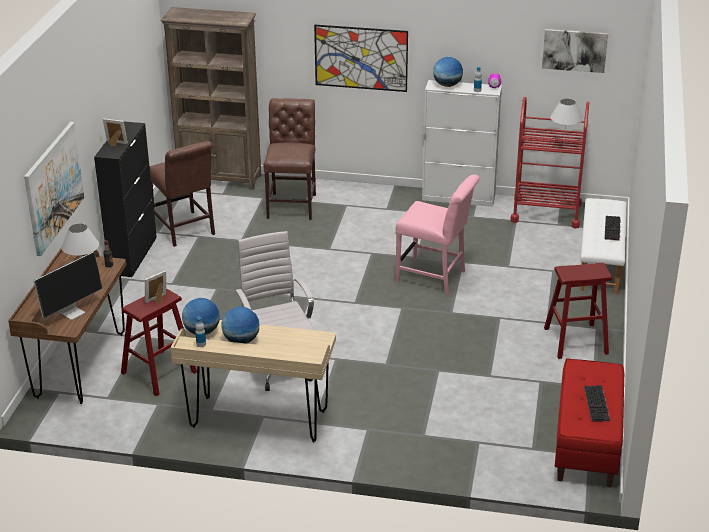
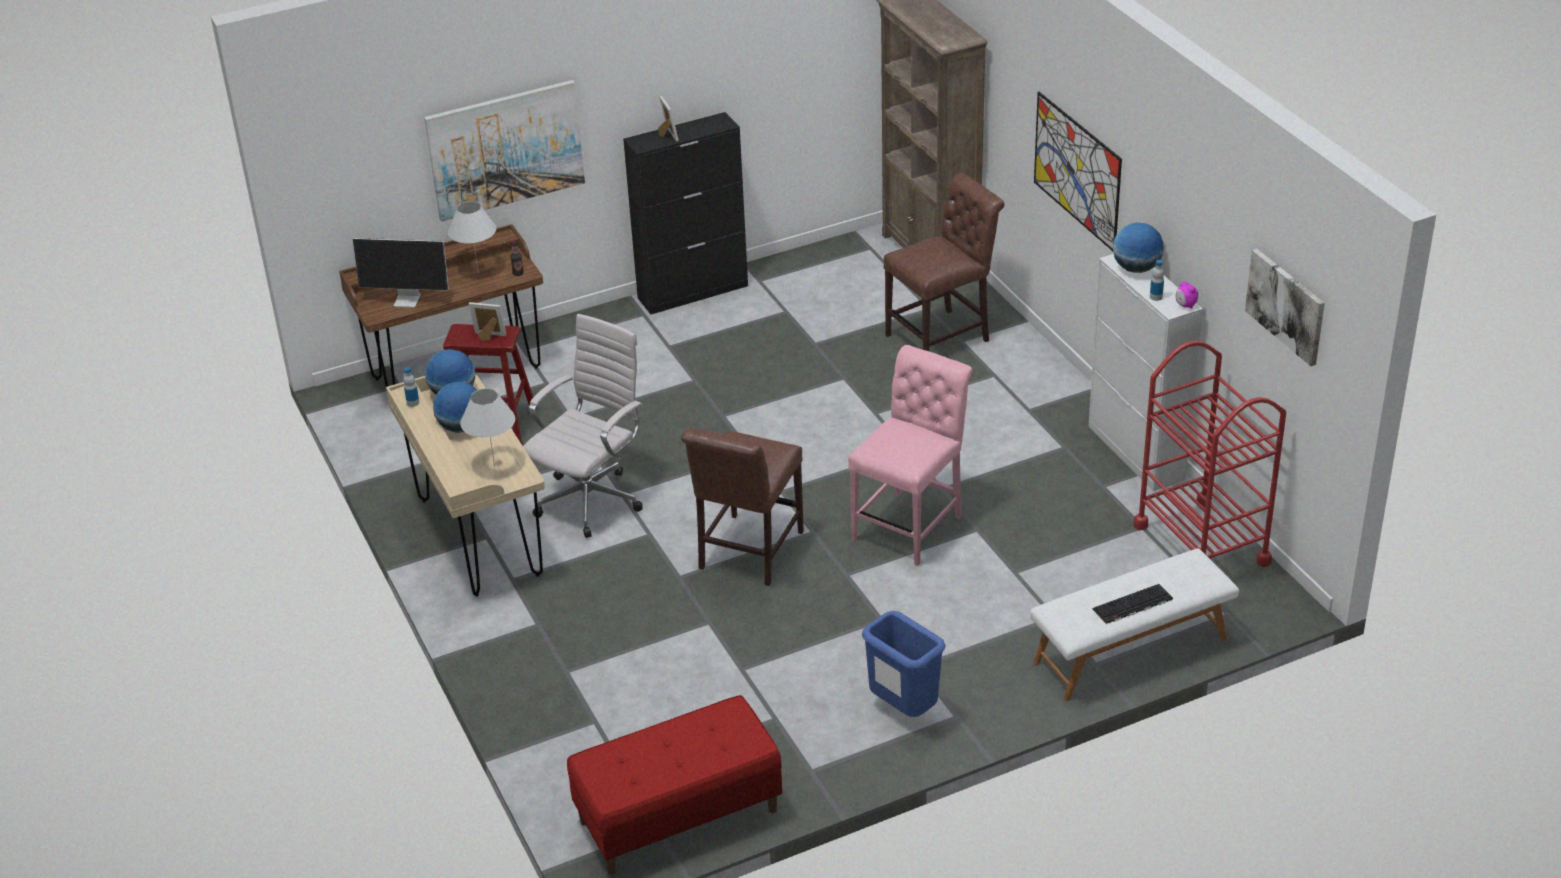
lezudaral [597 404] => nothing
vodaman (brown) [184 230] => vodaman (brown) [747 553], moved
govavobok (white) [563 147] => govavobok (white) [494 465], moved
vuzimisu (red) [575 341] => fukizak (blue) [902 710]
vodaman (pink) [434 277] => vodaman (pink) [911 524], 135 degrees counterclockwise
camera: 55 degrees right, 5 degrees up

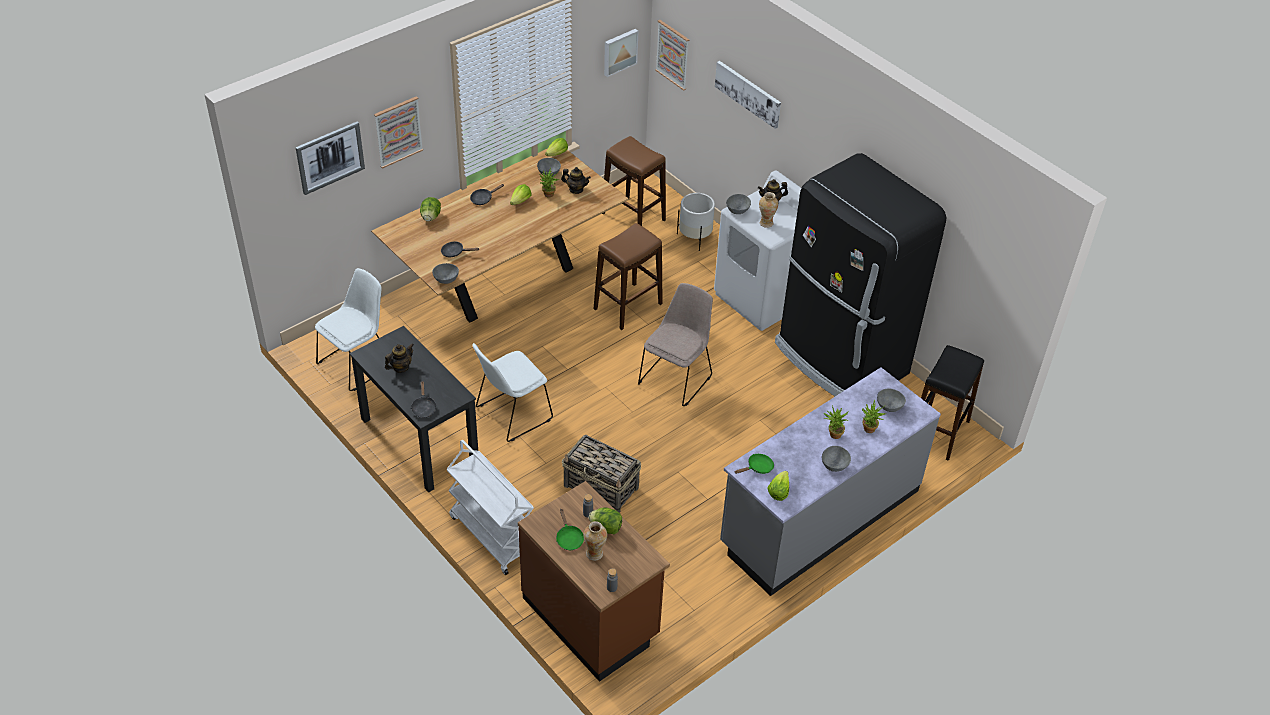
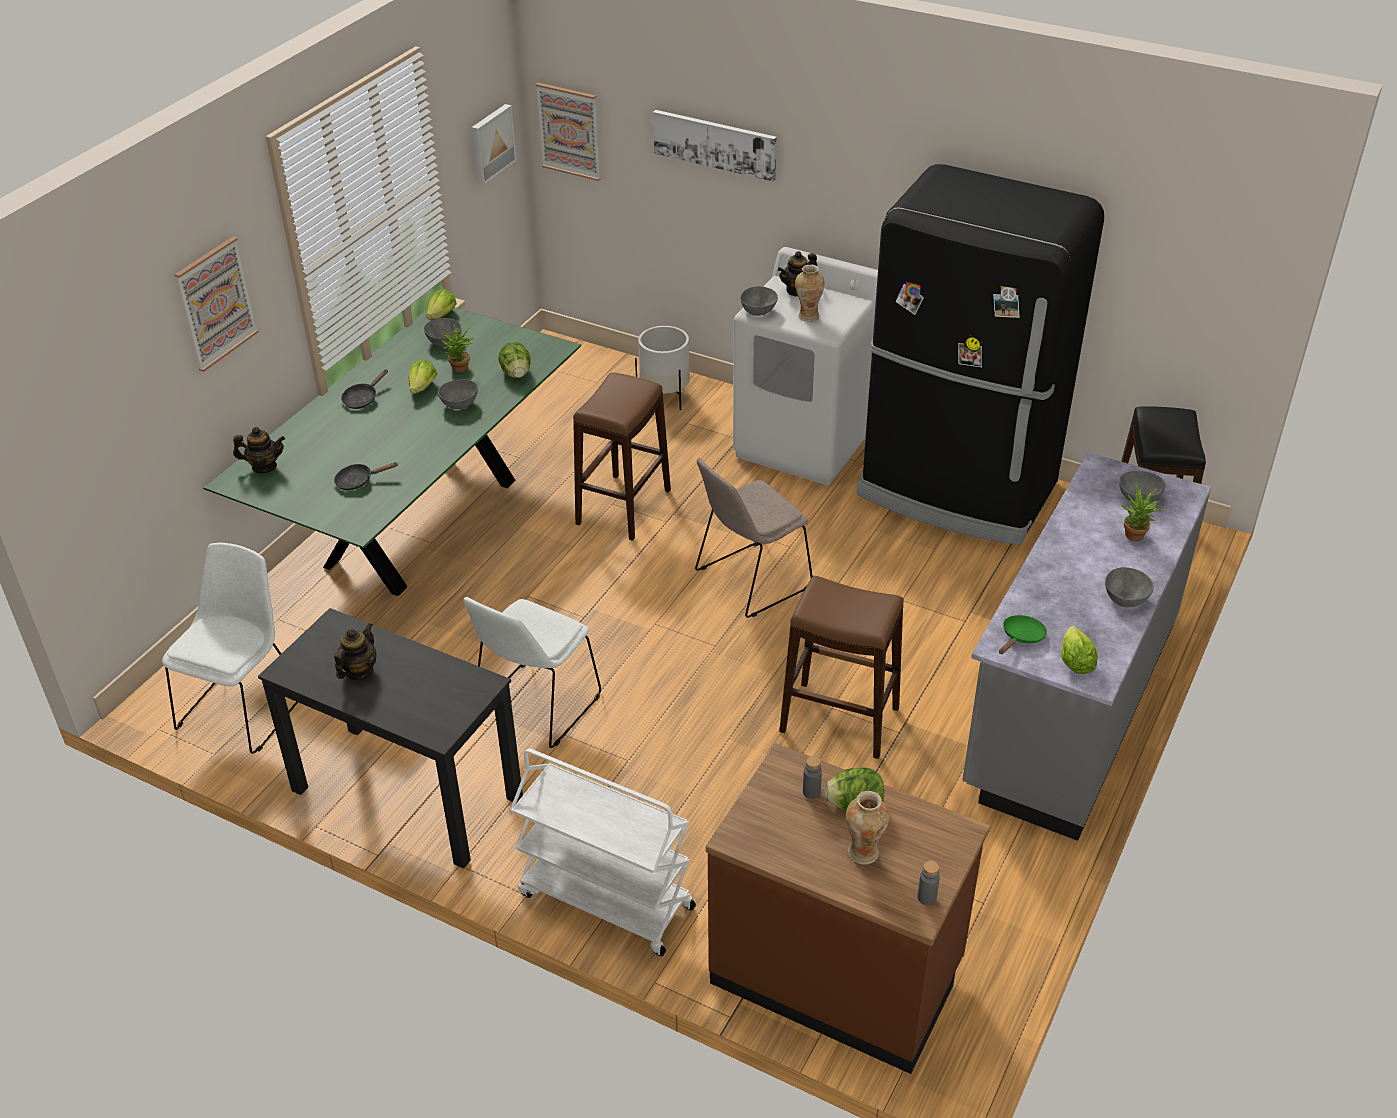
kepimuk [330 157] => nothing
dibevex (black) [423 408] => nothing
dibevex (green) [569 538] => nothing
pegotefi [601 487] => nothing
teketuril [833 435] => nothing
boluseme [430 217] => boluseme [516 373], moved
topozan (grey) [446 280] => topozan (grey) [460 405], moved
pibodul [576 189] => pibodul [264 467], moved
vuzimisu (brown) [633 216] => vuzimisu (brown) [840 719], moved
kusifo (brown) [505 280] => kusifo (green) [421 523]
vodaman (beige) [676 378] => vodaman (beige) [750 581], 135 degrees counterclockwise
camera: 20 degrees left, 5 degrees down

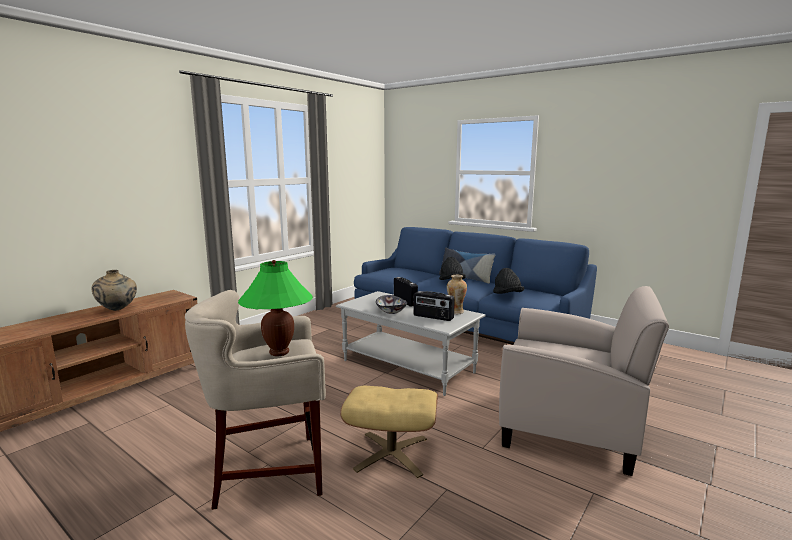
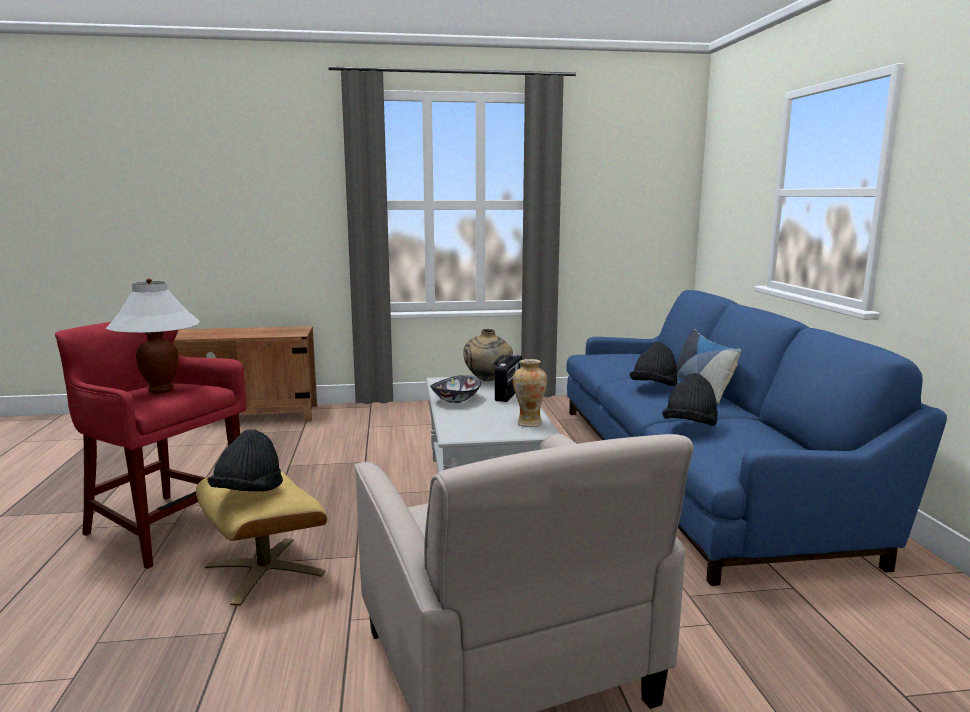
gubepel [433 317] => nothing
nothing => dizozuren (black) [248 492]
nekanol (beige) [118 310] => nekanol (beige) [488 381], moved
vuzimisu (beige) [269 471] => vuzimisu (red) [164 528]
govavobok (green) [279 352] => govavobok (white) [161 390]
camera: 45 degrees right, 0 degrees up

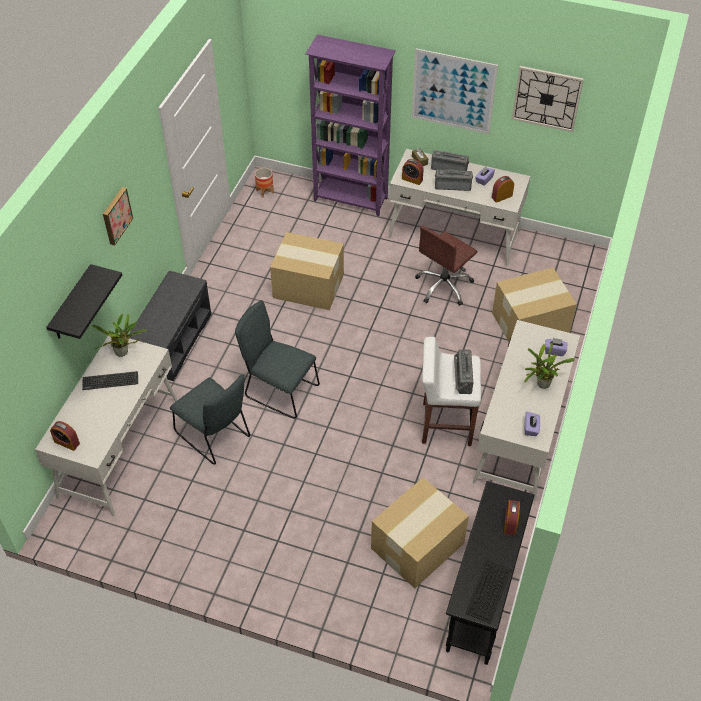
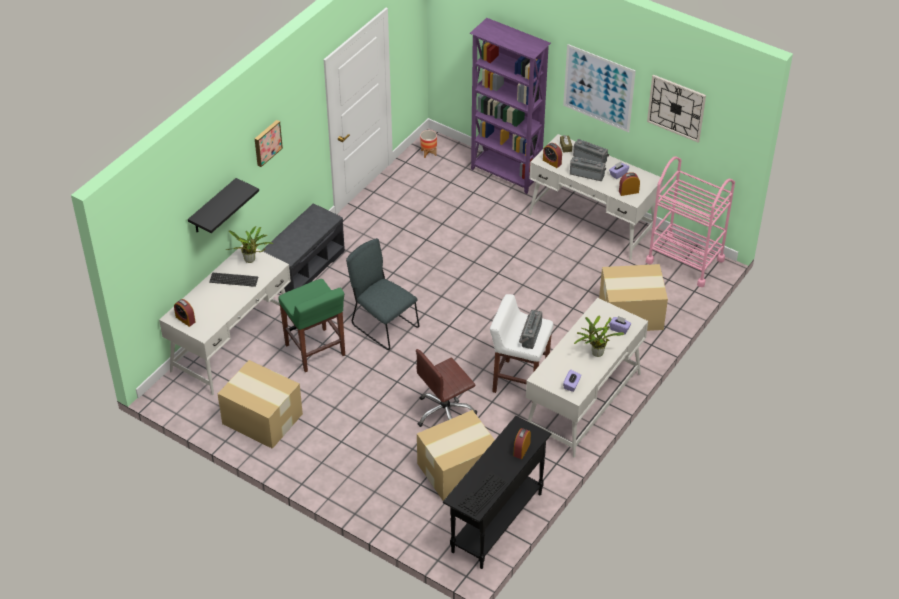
nothing => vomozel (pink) [685 260]
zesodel [307 285] => zesodel [262 418], moved
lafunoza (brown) [444 286] => lafunoza (brown) [445 413], moved
vodaman (grey) [215 436] => vuzimisu (green) [315 351]
camera: 15 degrees right, 5 degrees down

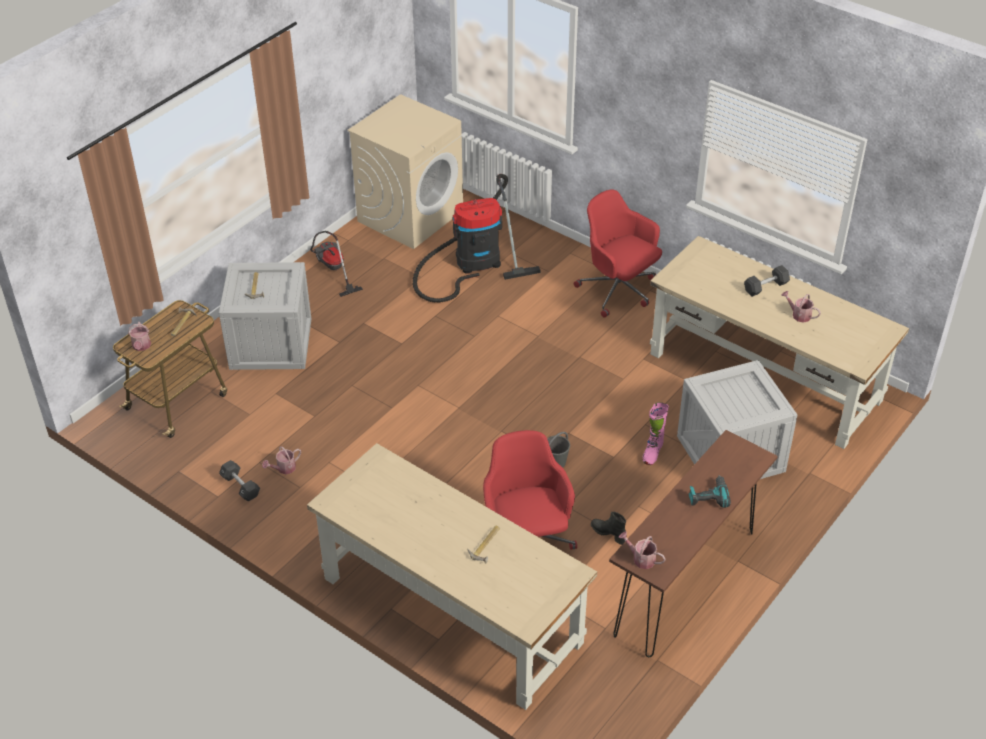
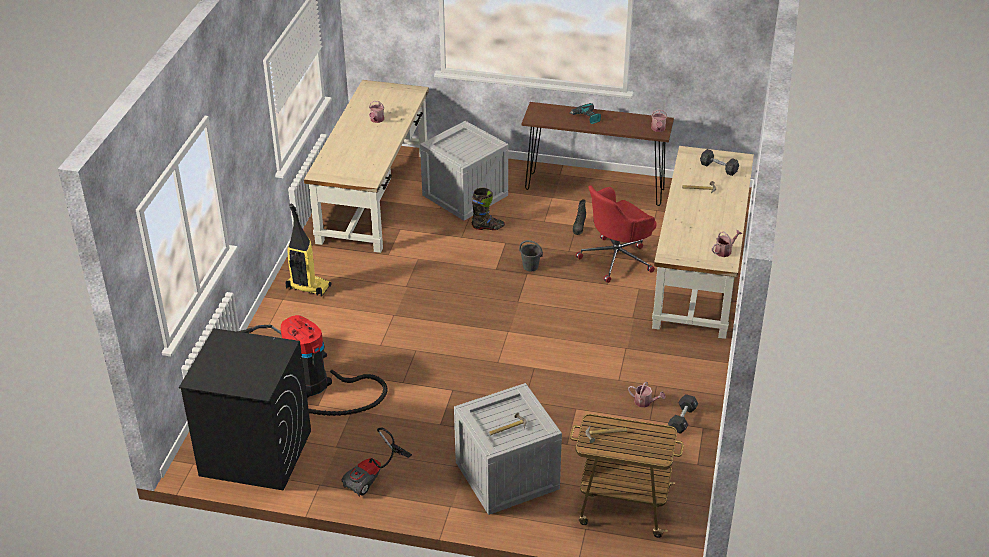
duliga [141 346] => duliga [725 251], moved
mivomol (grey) [765 287] => mivomol (grey) [718 168], moved
lafunoza (red) [618 290] => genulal [307 287]
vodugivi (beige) [410 215] => vodugivi (black) [254 453]
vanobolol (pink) [652 452] => vanobolol (black) [488 227]
camera: 115 degrees left, 5 degrees down

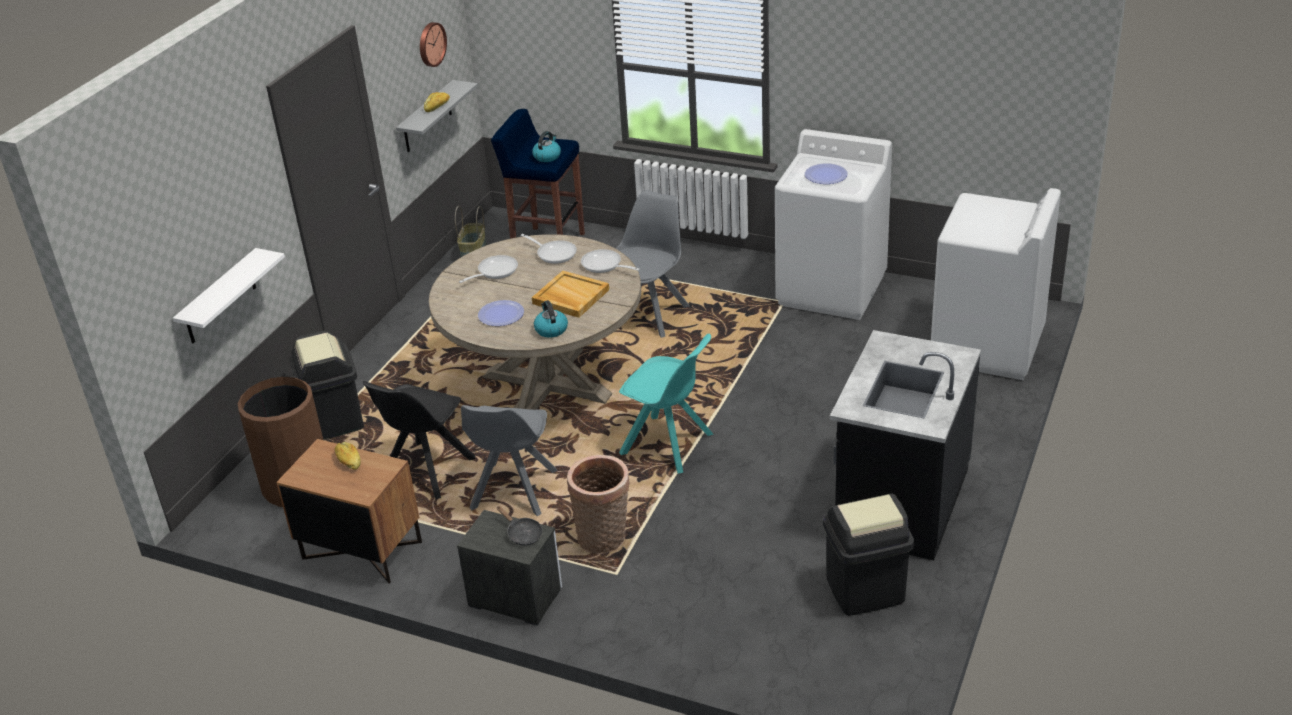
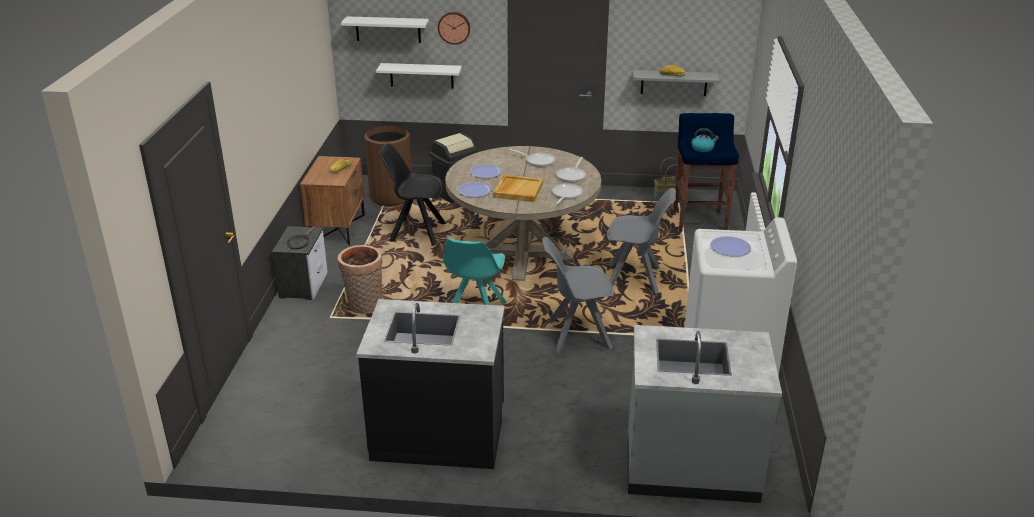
fukizak (black) [865 591] => nothing
nothing => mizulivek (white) [388 29]
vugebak [431 44] => vugebak [454 27], moved
vodaman (grey) [513 491] => vodaman (grey) [576 335], moved
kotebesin [551 329] => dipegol [474 191]
vodugivi (white) [987 347] => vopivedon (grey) [691 465]
camera: 70 degrees right, 5 degrees down

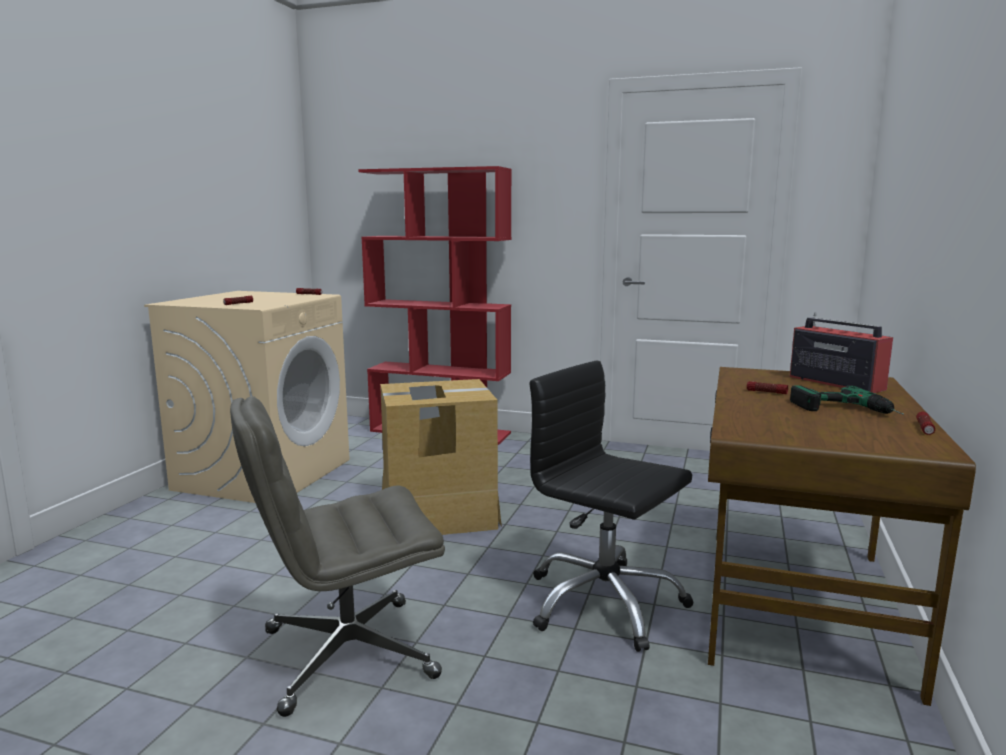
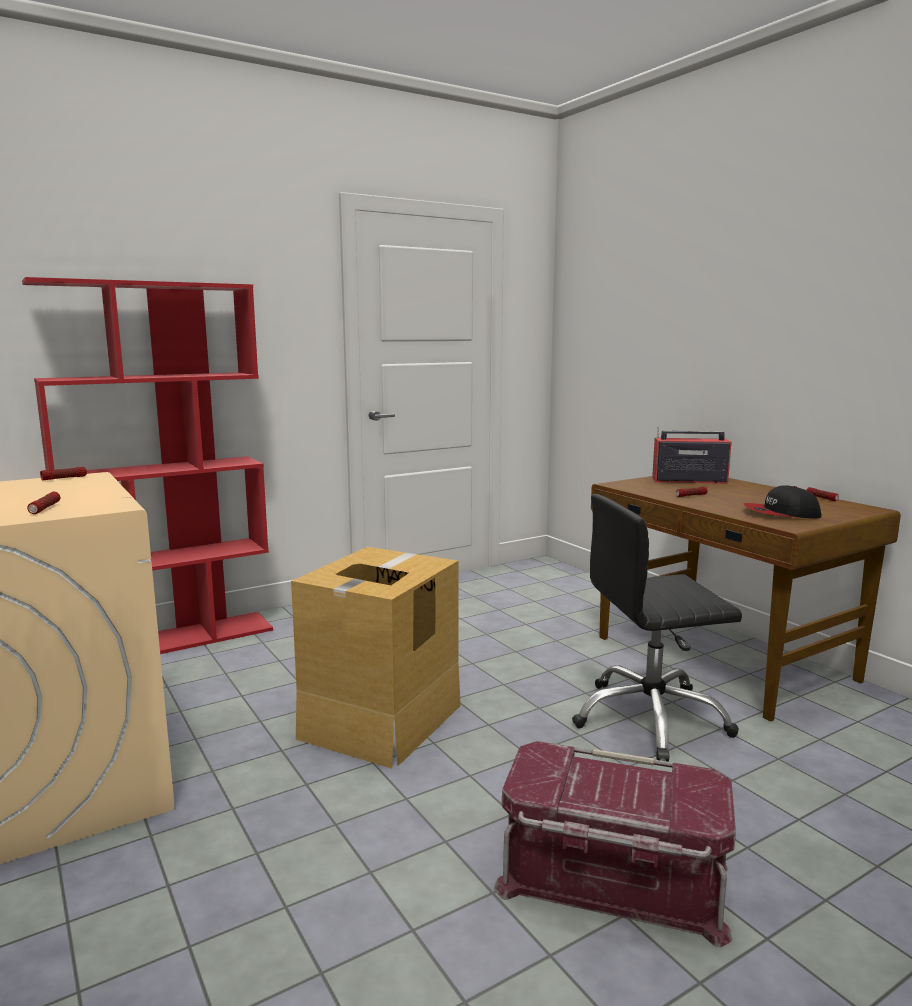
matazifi [847 411] => nothing
nothing => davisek [781 514]
lafunoza (grey) [346 655] => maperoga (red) [612 880]
camera: 50 degrees left, 0 degrees up

